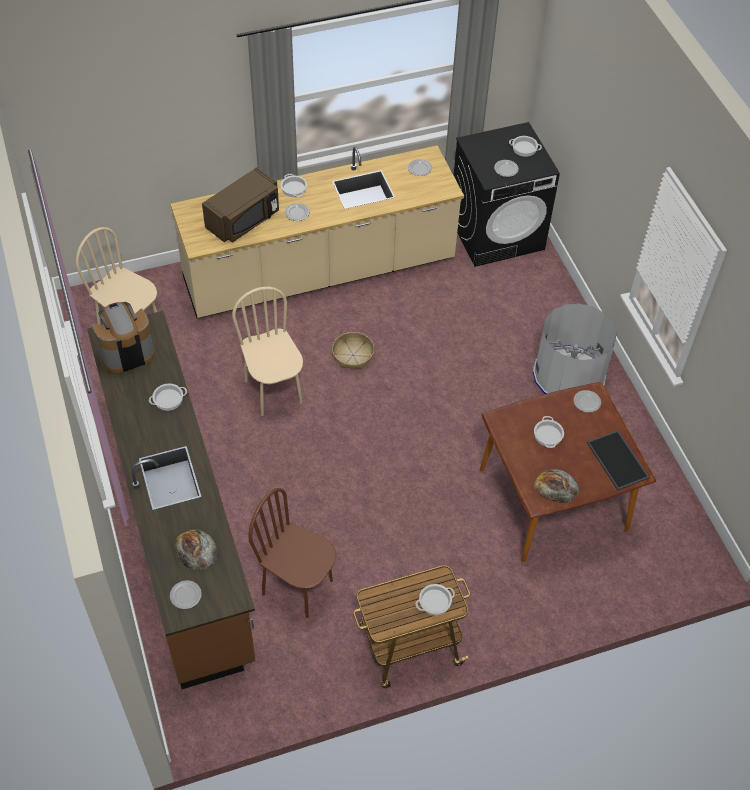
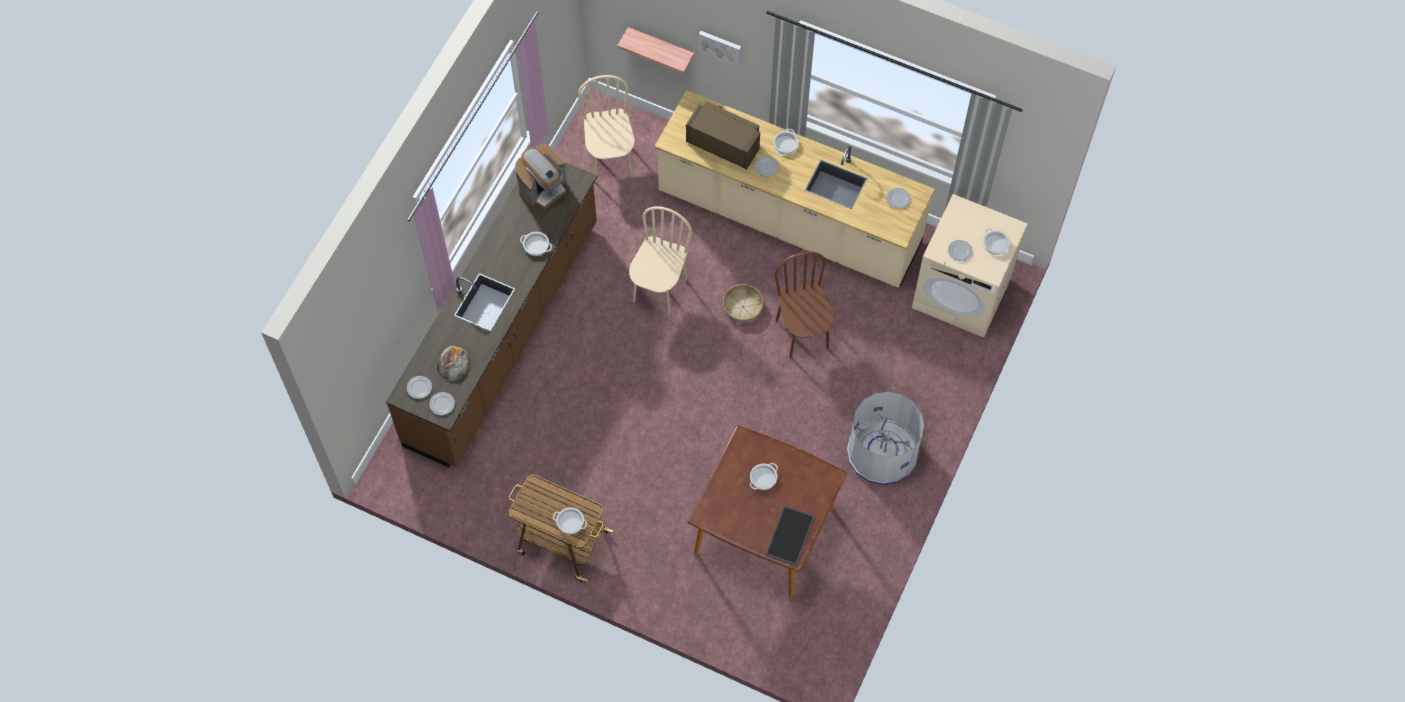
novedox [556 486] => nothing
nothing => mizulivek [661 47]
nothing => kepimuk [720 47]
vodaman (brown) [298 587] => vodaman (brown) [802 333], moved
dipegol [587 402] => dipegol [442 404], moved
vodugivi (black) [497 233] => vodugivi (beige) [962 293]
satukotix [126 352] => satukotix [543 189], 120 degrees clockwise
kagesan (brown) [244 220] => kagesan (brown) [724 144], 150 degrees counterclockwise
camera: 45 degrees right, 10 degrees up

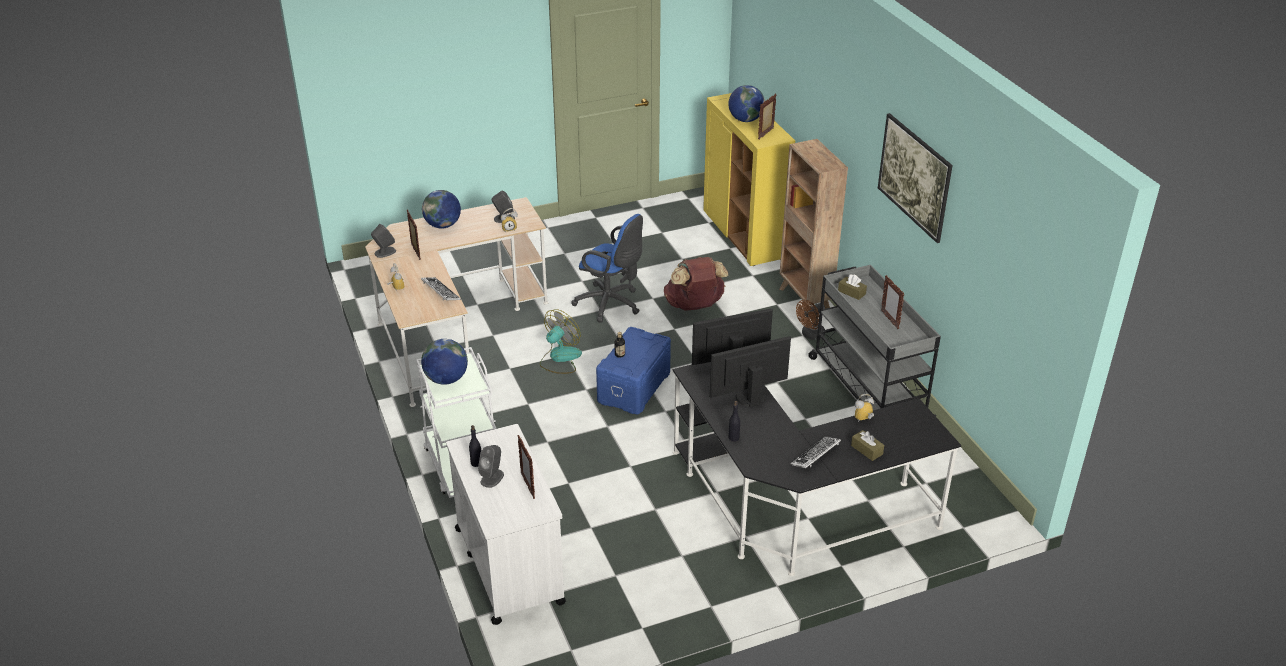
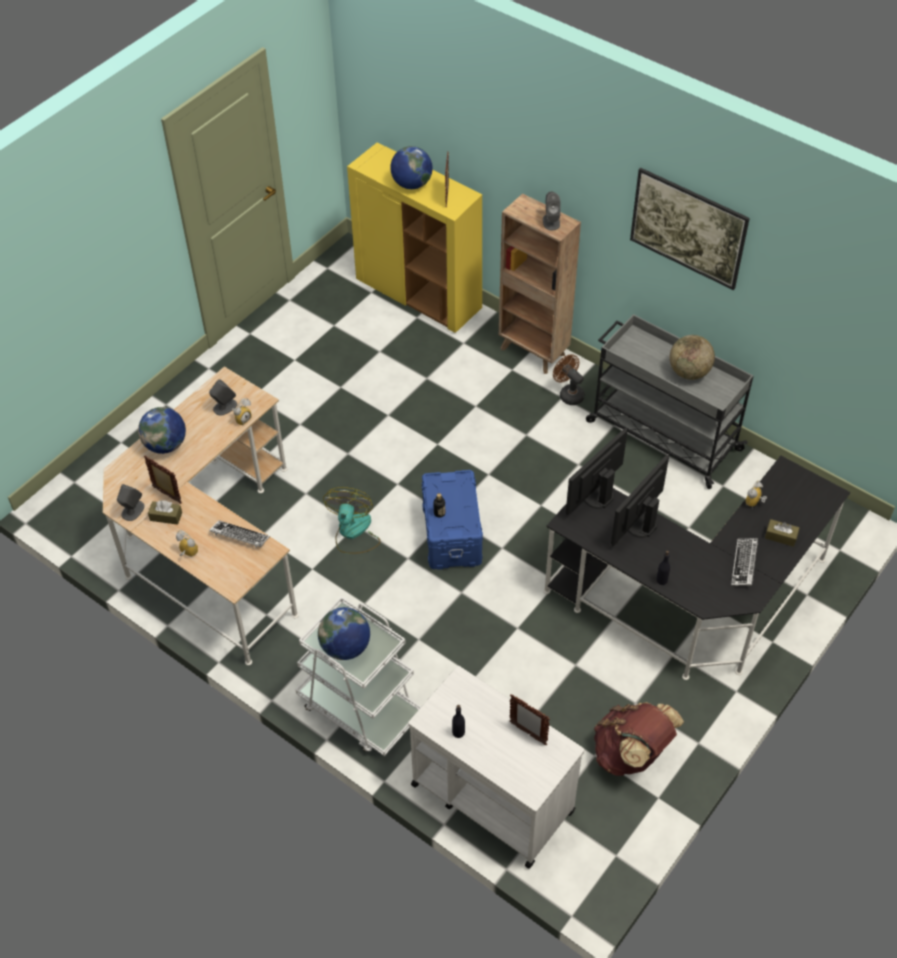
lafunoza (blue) [611 304] => nothing
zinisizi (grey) [492 478] => zinisizi (grey) [551 221], moved
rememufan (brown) [694 306] => rememufan (brown) [631 754], moved
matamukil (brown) [851 292] => matamukil (brown) [166 516], moved
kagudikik [889 320] => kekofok [689 372]
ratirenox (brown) [810 335] => ratirenox (brown) [568 394], 120 degrees clockwise
camera: 30 degrees left, 15 degrees up

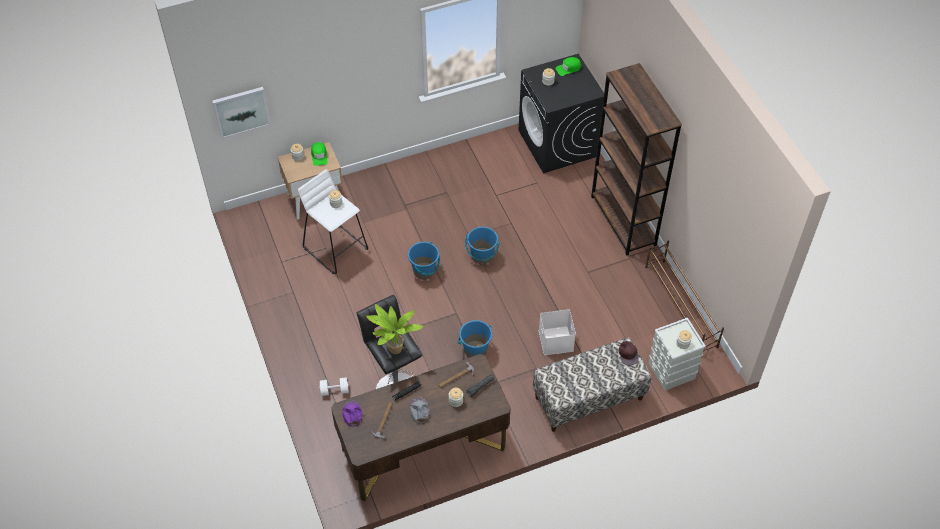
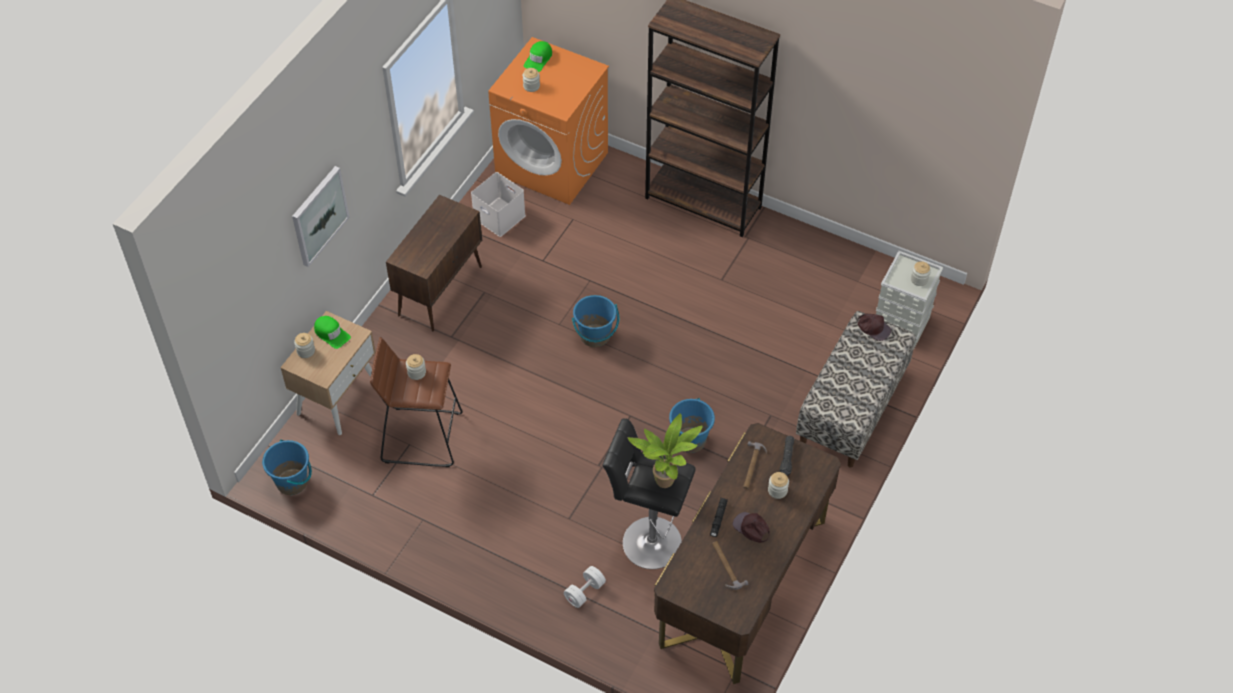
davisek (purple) [352 414] => nothing
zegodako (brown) [680 307] => nothing
nothing => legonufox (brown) [440 290]
kepimuk [241 111] => kepimuk [319 215], moved
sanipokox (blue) [424 271] => sanipokox (blue) [292 482], moved
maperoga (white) [556 341] => maperoga (white) [500 217], moved
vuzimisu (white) [336 248] => vuzimisu (brown) [421 436]
davisek (grey) [419 410] => davisek (brown) [751 528]
vodugivi (black) [557 144] => vodugivi (orange) [553 163]
camera: 40 degrees left, 0 degrees up

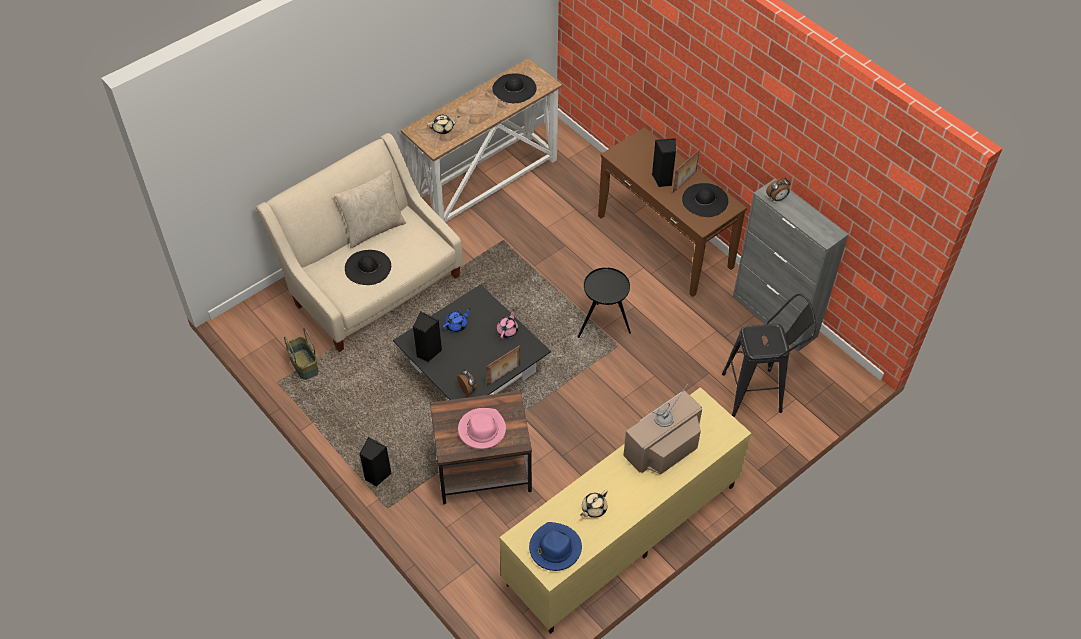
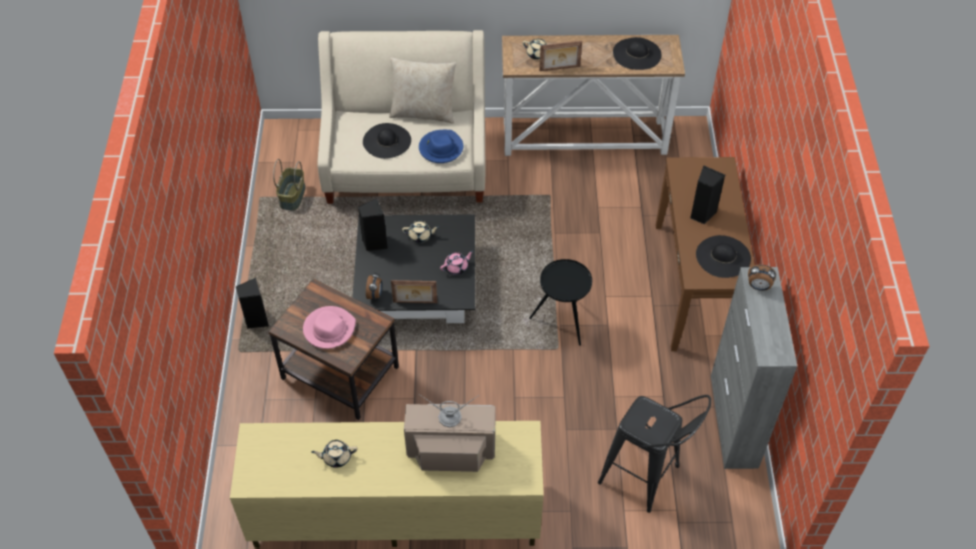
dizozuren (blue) [554 548] => dizozuren (blue) [441 148], moved
kagudikik [685 182] => kagudikik [559 69], moved
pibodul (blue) [457 325] => pibodul (beige) [420 236]
camera: 40 degrees right, 0 degrees up

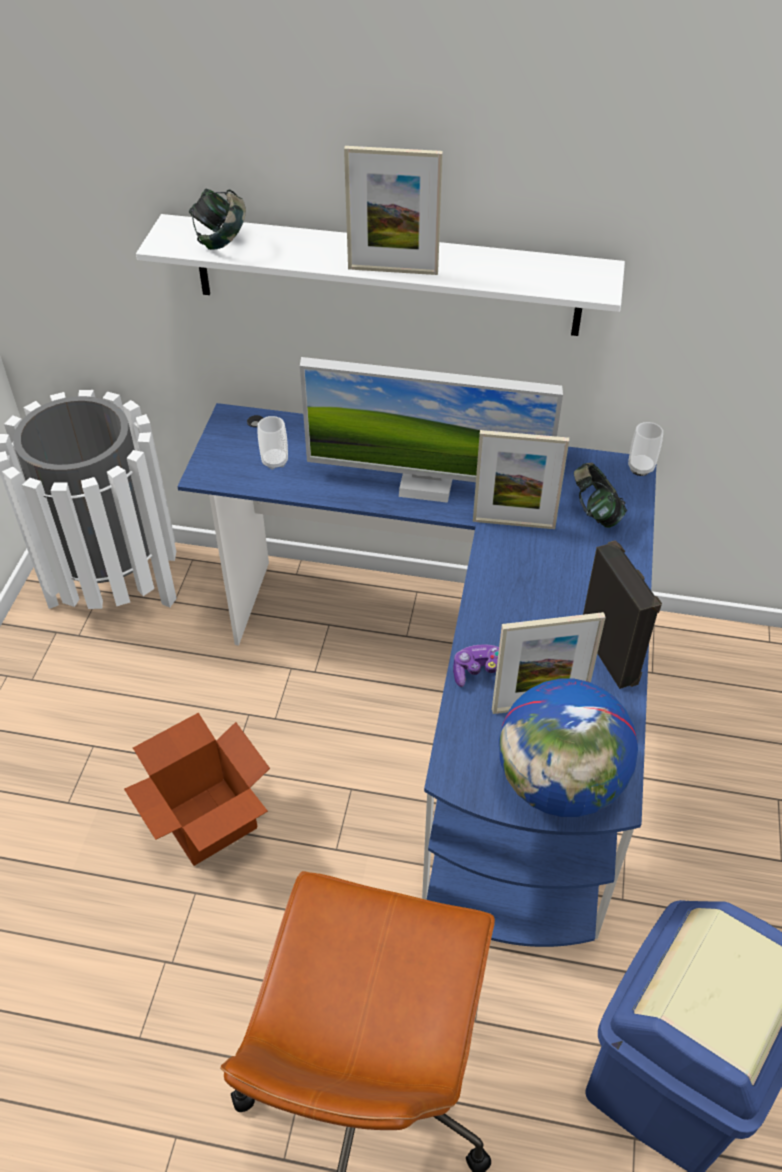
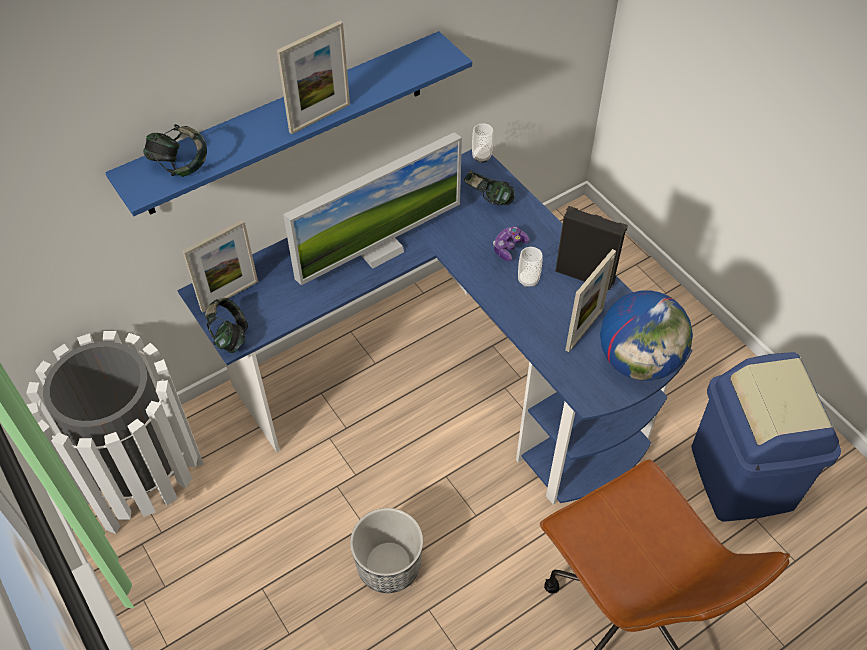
nothing => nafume [229 336]
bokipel [275 461] => bokipel [528 280], moved
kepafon [480 672] => kepafon [509 248], moved
kagudikik [513 523] => kagudikik [229 295], moved
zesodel [209 821] => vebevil [388 565]
mizulivek (white) [386 275] => mizulivek (blue) [287 124]
camera: 45 degrees left, 5 degrees up

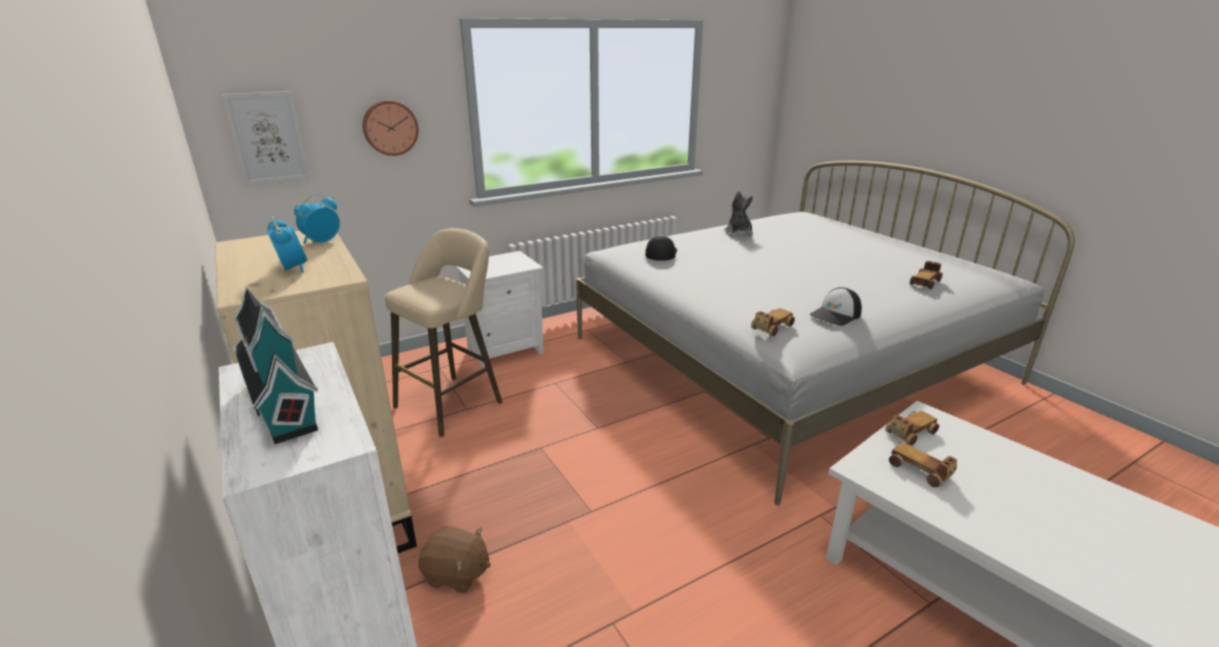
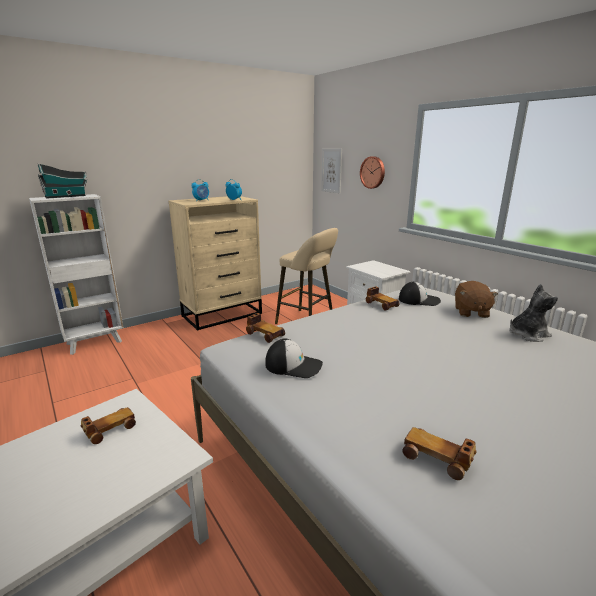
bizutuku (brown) [456 574] => bizutuku (brown) [471 312], moved
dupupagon [910 433] => dupupagon [381 304], moved
davisek [836 315] => davisek [294 365], 150 degrees clockwise
camera: 85 degrees right, 5 degrees down

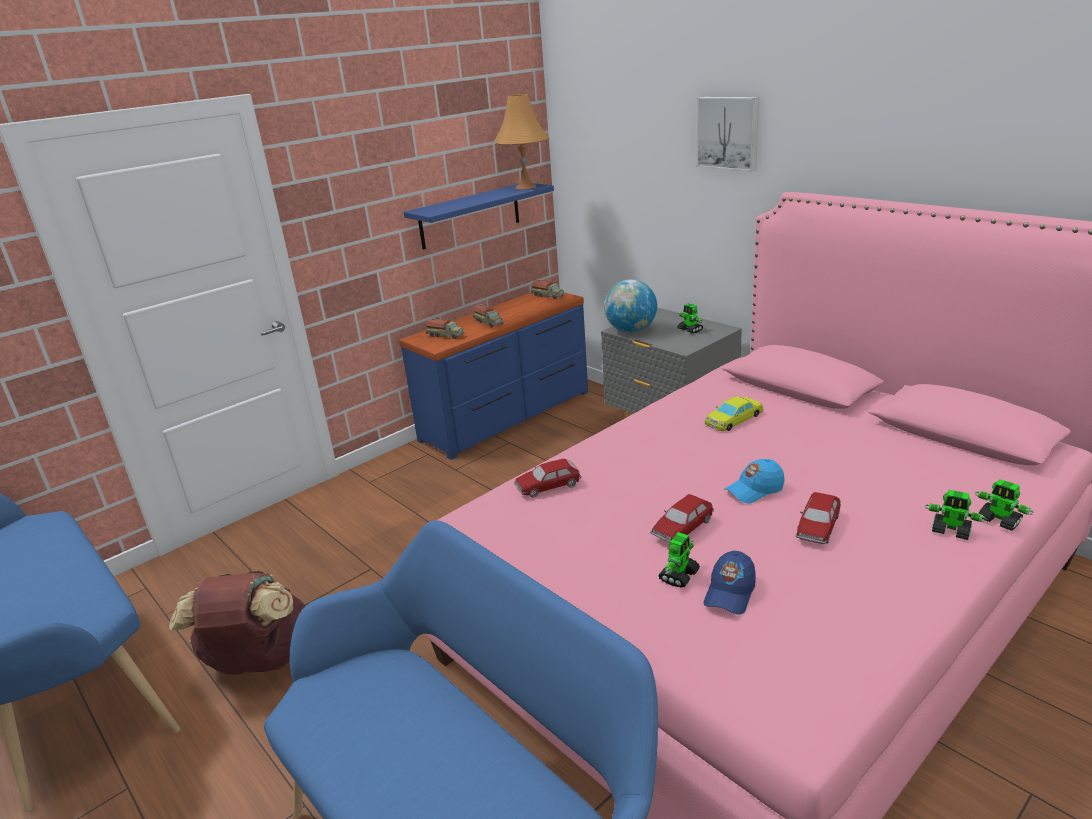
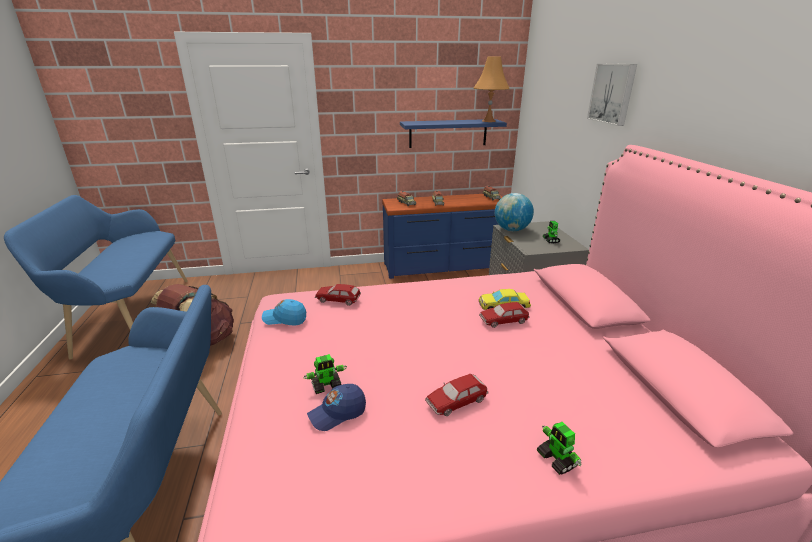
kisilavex [999 521] => nothing
dupupagon [682 528] => dupupagon [503 320], moved
davisek (blue) [754 490] => davisek (blue) [285 319], moved
camera: 30 degrees right, 0 degrees up

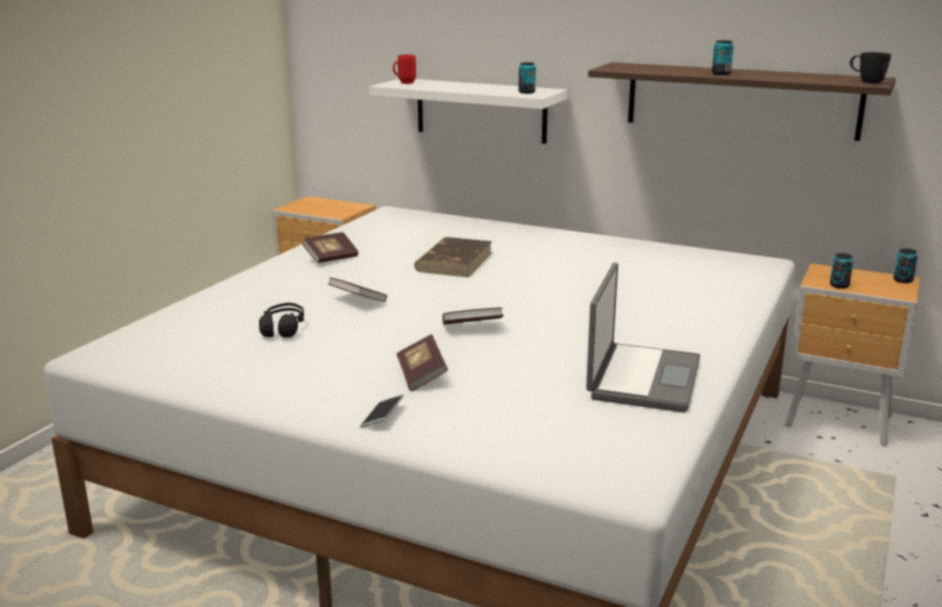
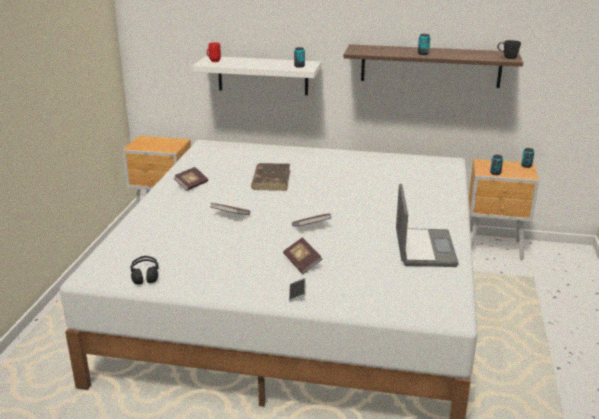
nafume (black) [283 329] => nafume (black) [145 275], moved
camera: 15 degrees left, 5 degrees up

